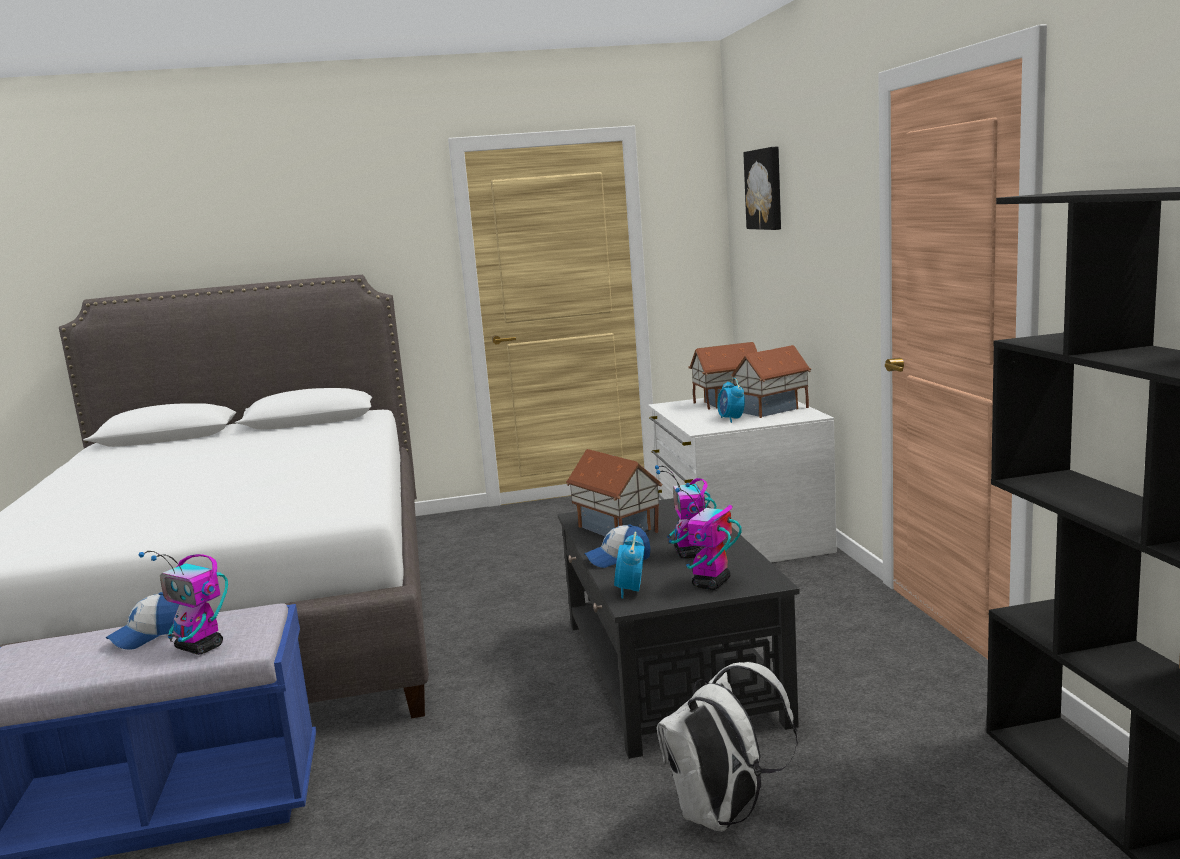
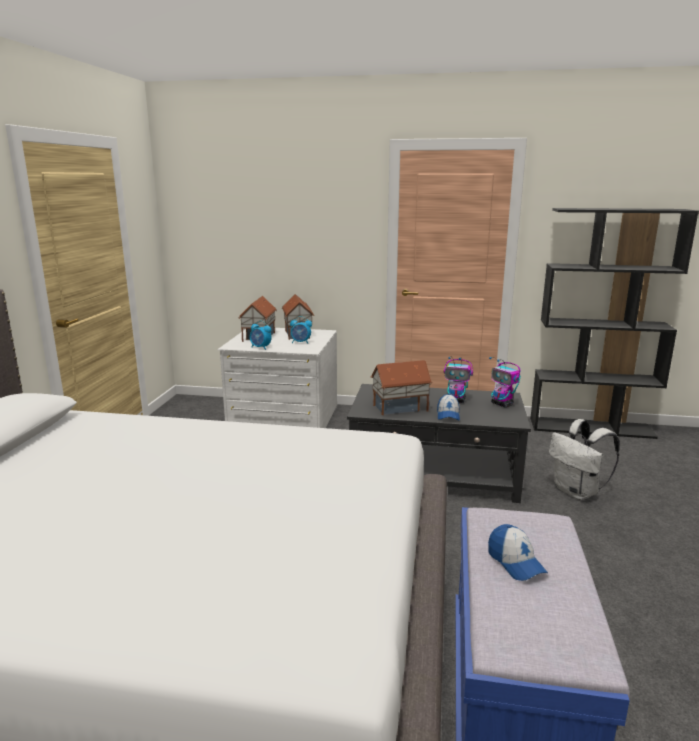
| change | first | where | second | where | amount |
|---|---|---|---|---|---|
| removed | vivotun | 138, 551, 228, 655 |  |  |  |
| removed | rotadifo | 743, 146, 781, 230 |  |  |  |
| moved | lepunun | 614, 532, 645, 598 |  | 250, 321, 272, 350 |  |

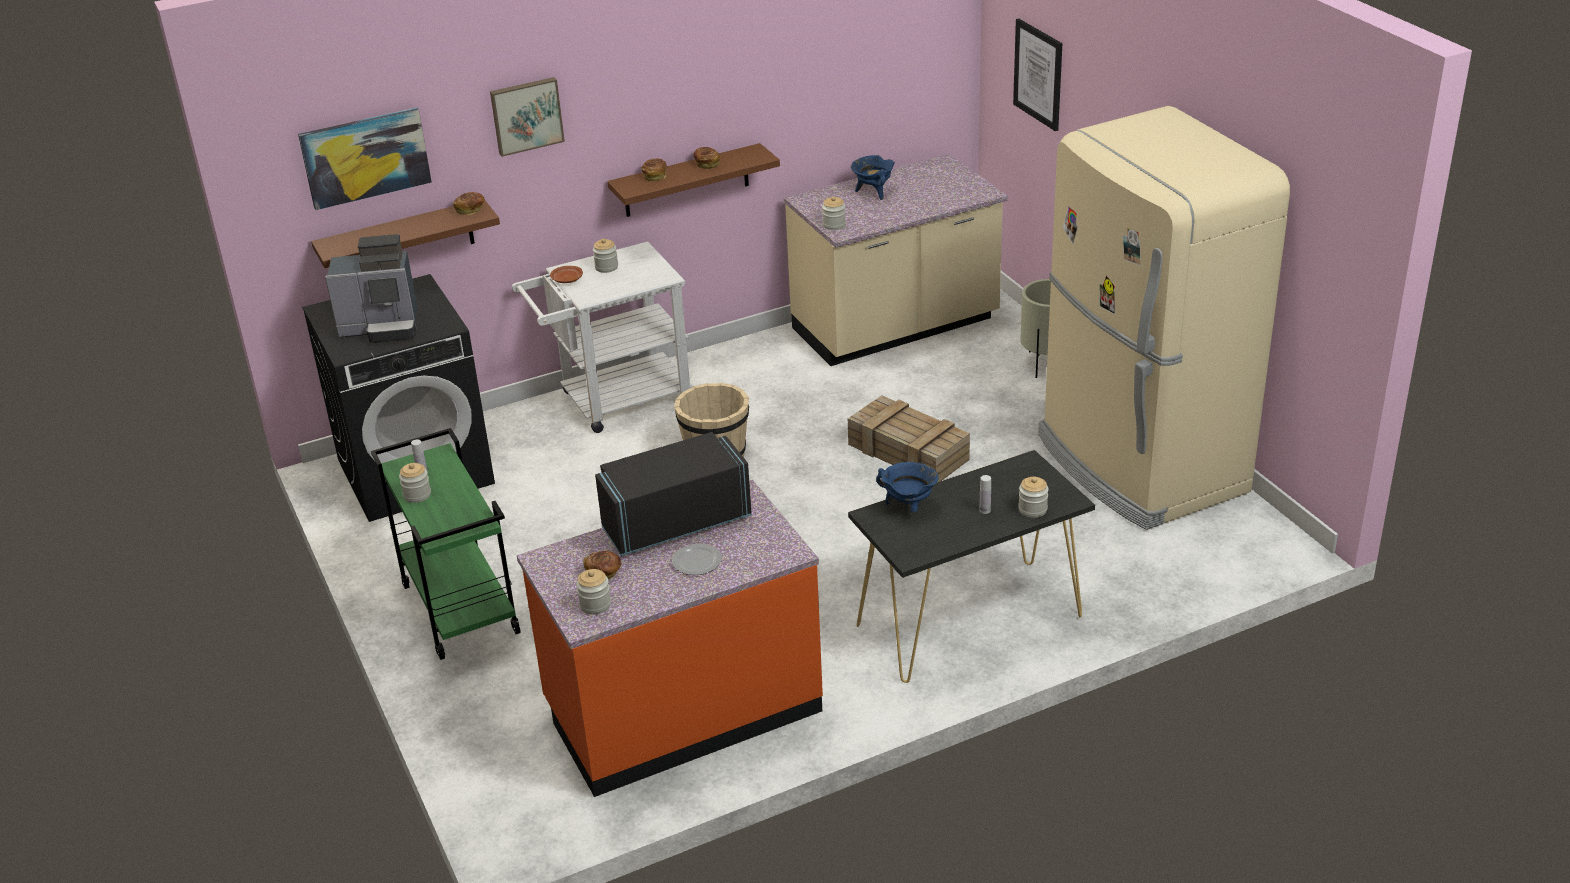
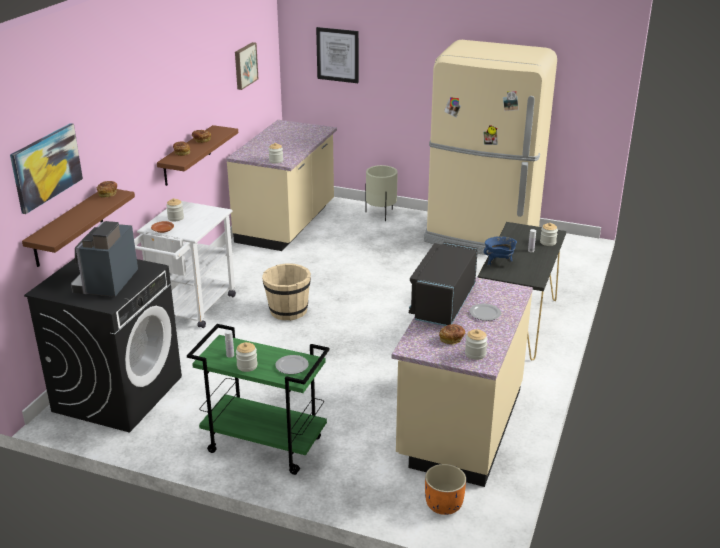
| change | first | where | second | where | amount |
|---|---|---|---|---|---|
| removed | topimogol | 848, 395, 970, 482 |  |  |  |
| removed | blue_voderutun | 851, 155, 895, 200 |  |  |  |
| added |  |  | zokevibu | 275, 355, 308, 374 |  |
| added |  |  | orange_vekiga | 425, 464, 466, 515 |  |
| moved | rotadifo | 490, 77, 565, 157 |  | 235, 42, 258, 90 |  |
| recoloured | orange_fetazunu | 517, 480, 823, 797 | beige_fetazunu | 392, 277, 533, 487 |  |
| turned | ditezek | 325, 234, 418, 343 |  | 71, 221, 138, 297 | 150 degrees clockwise |

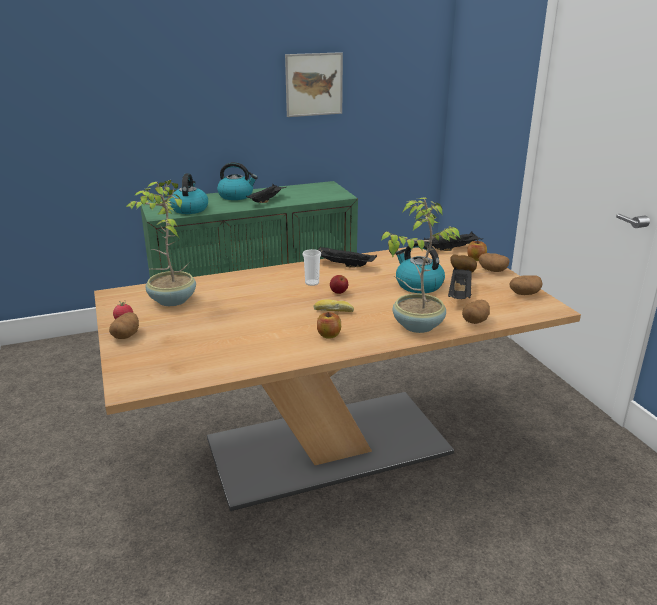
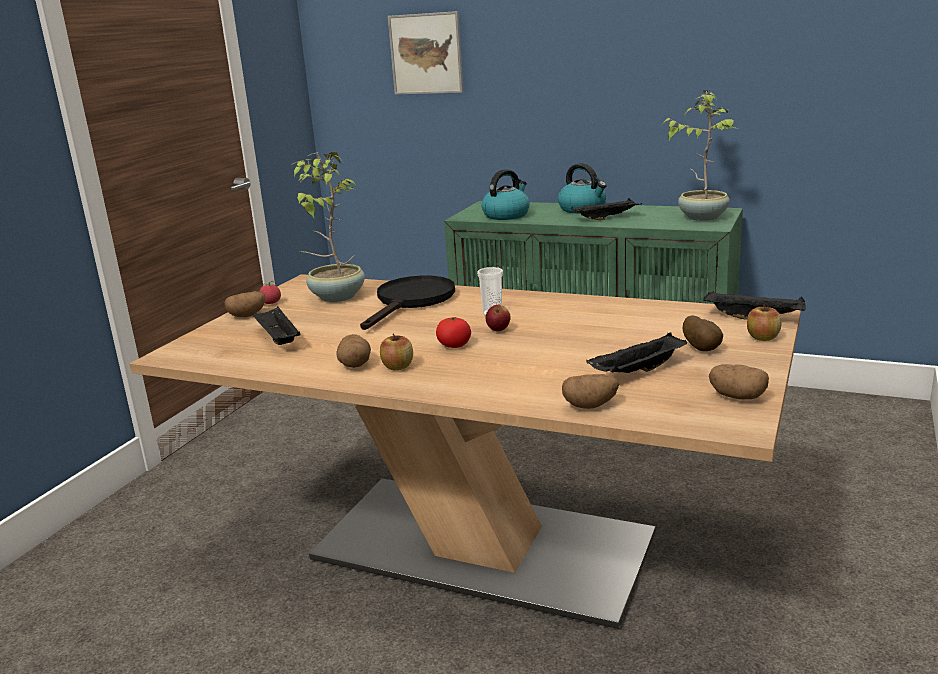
| change | first | where | second | where | amount |
|---|---|---|---|---|---|
| removed | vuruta | 395, 241, 445, 293 |  |  |  |
| added |  |  | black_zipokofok | 360, 275, 455, 330 |  |
| moved | rotadifo | 285, 52, 343, 117 |  | 388, 11, 463, 95 |  |
| moved | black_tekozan | 318, 247, 377, 268 |  | 252, 307, 301, 345 |  |
| moved | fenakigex | 381, 198, 461, 333 |  | 662, 90, 738, 221 |  |
| moved | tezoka | 479, 253, 510, 272 |  | 336, 334, 371, 368 |  |
| replaced | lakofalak | 314, 299, 354, 312 | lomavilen | 436, 317, 471, 348 |  |

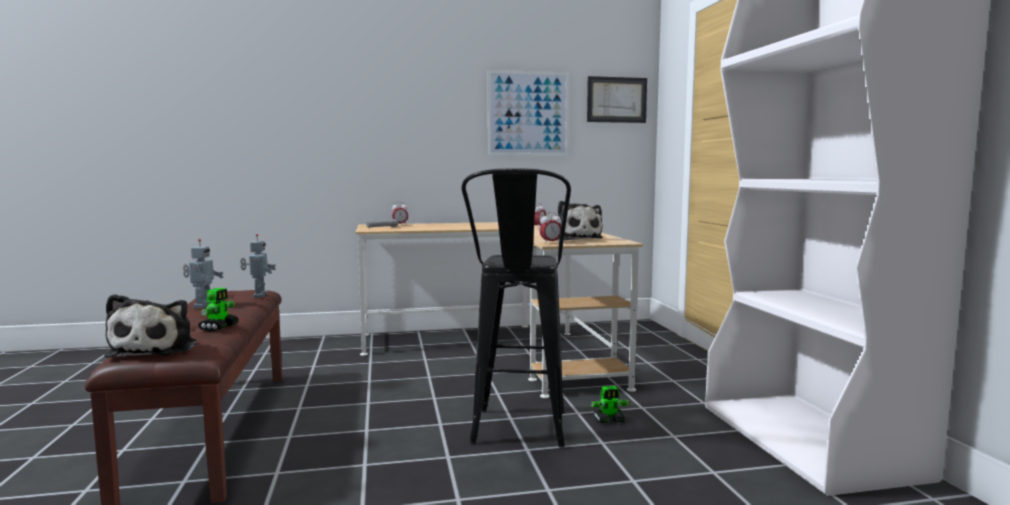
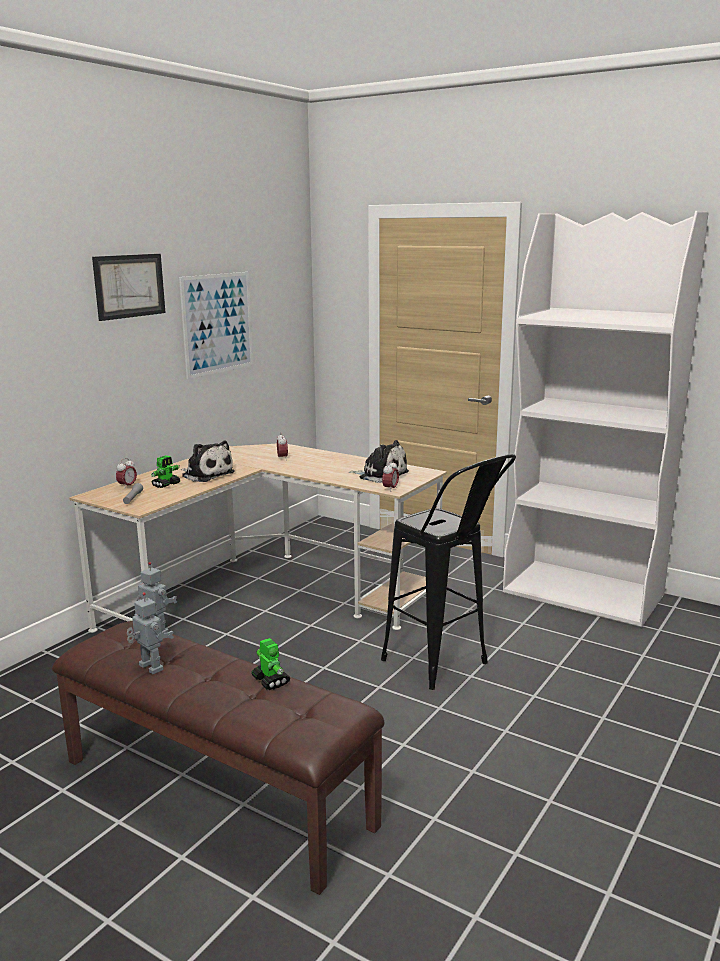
| change | first | where | second | where | amount |
|---|---|---|---|---|---|
| moved | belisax | 104, 294, 196, 358 |  | 181, 440, 235, 482 |  |
| moved | rotadifo | 587, 76, 647, 123 |  | 92, 254, 166, 321 |  |
| moved | vivotun | 589, 386, 630, 423 |  | 151, 455, 180, 488 |  |

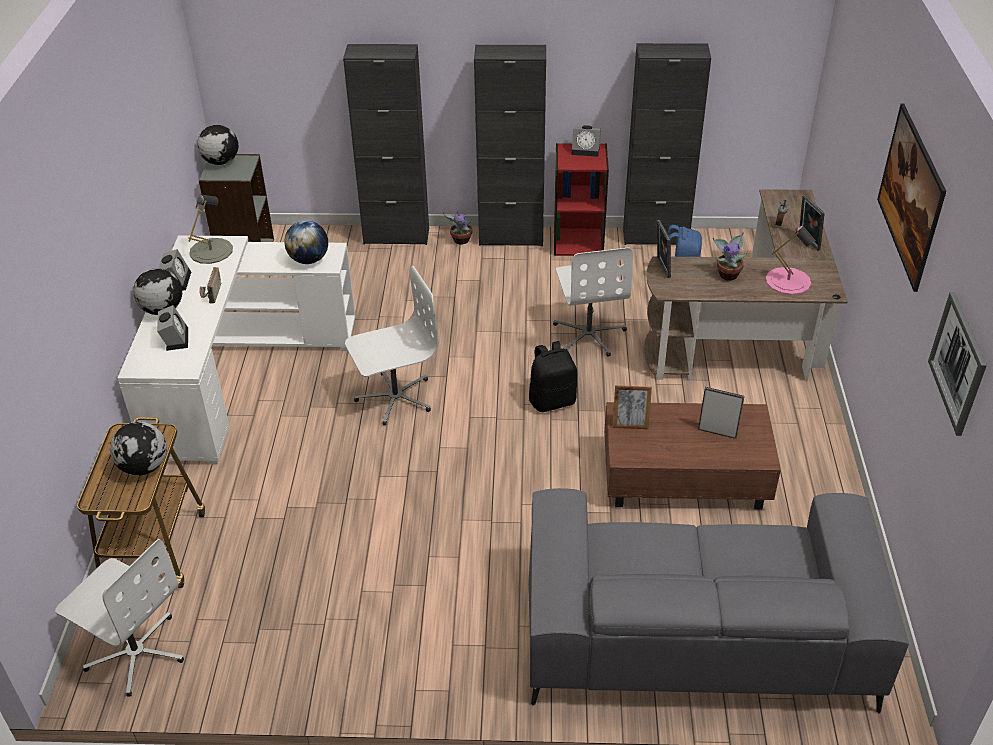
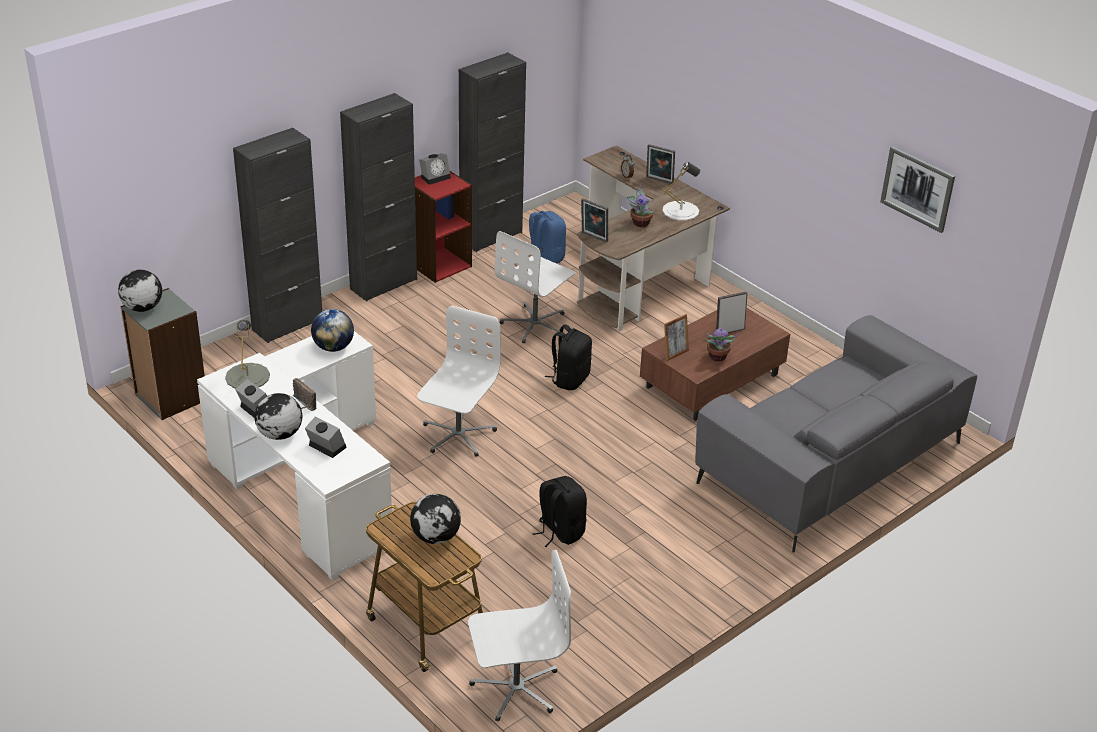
| change | first | where | second | where | amount |
|---|---|---|---|---|---|
| removed | rotadifo | 877, 104, 946, 292 |  |  |  |
| added |  |  | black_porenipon | 532, 476, 587, 547 |  |
| moved | fenakigex | 443, 211, 472, 245 |  | 705, 326, 738, 362 |  |
| recoloured | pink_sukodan | 766, 226, 815, 295 | white_sukodan | 662, 162, 700, 220 |  |
| turned | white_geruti | 553, 247, 633, 357 |  | 495, 231, 575, 343 | 90 degrees clockwise |

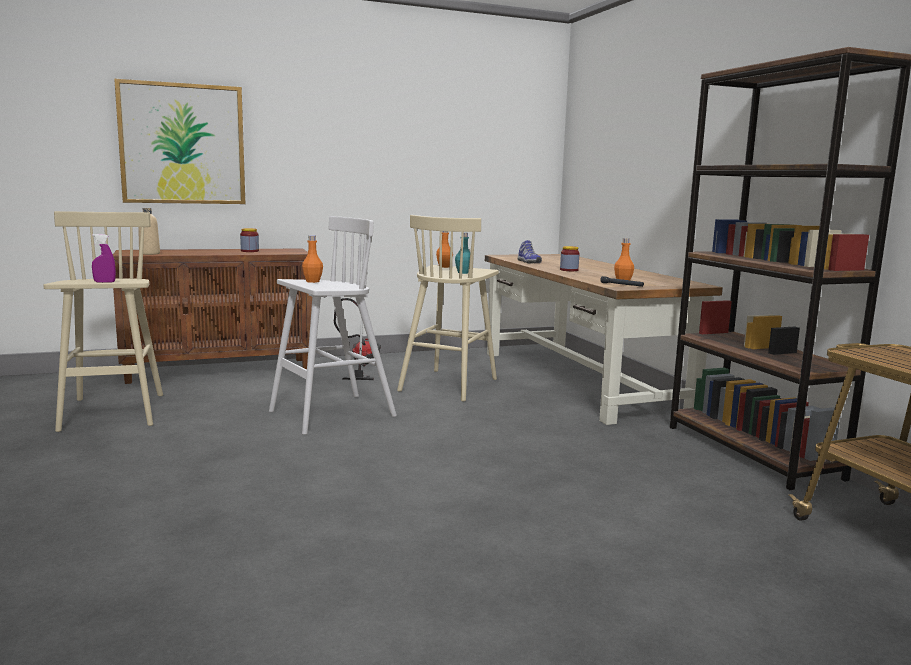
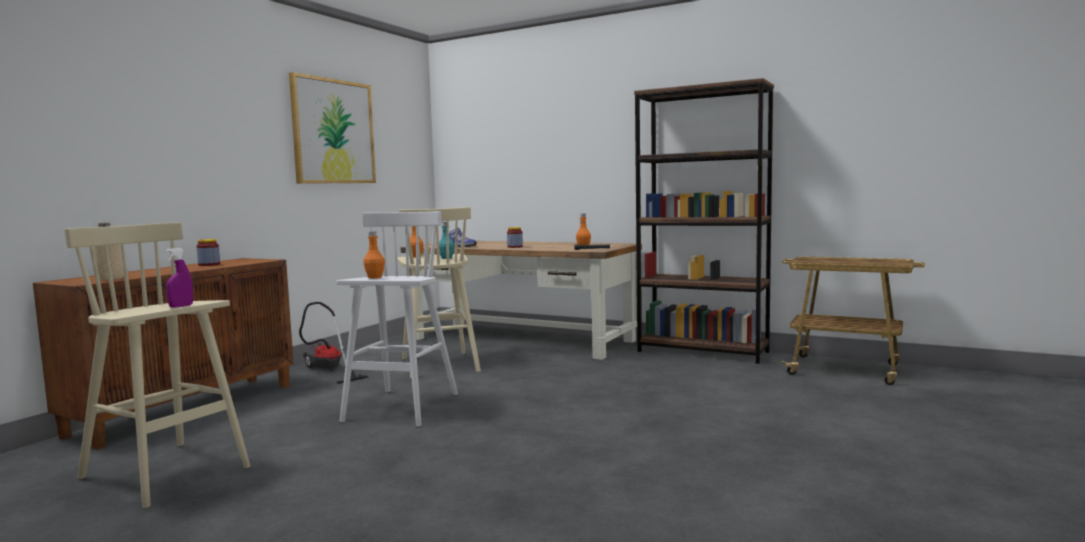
| change | first | where | second | where | amount |
|---|---|---|---|---|---|
| moved | rotadifo | 114, 79, 245, 204 |  | 289, 72, 376, 184 |  |

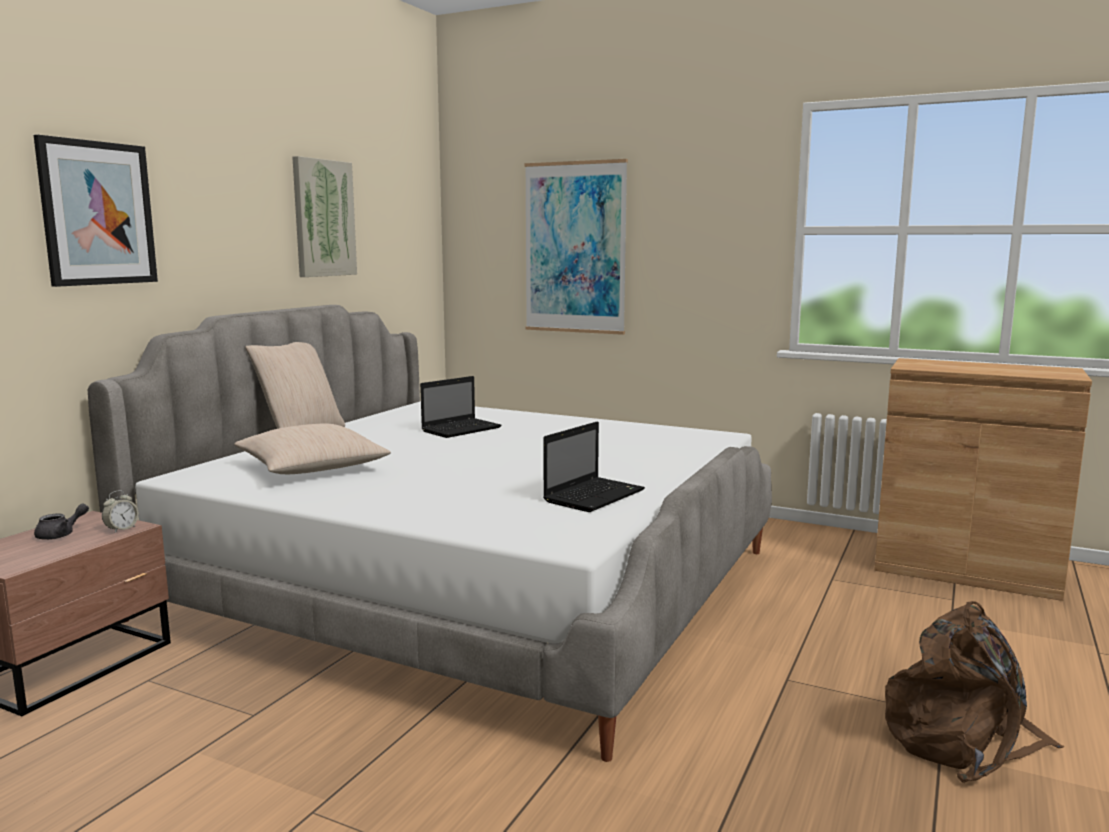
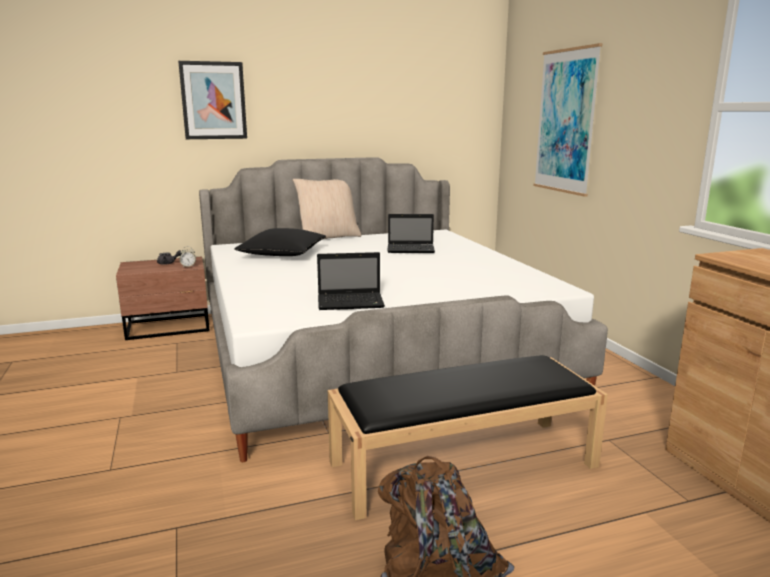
| change | first | where | second | where | amount |
|---|---|---|---|---|---|
| removed | rotadifo | 292, 156, 357, 277 |  |  |  |
| added |  |  | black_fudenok | 328, 355, 608, 520 |  |
| recoloured | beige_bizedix | 234, 423, 391, 474 | black_bizedix | 235, 228, 326, 256 |  |

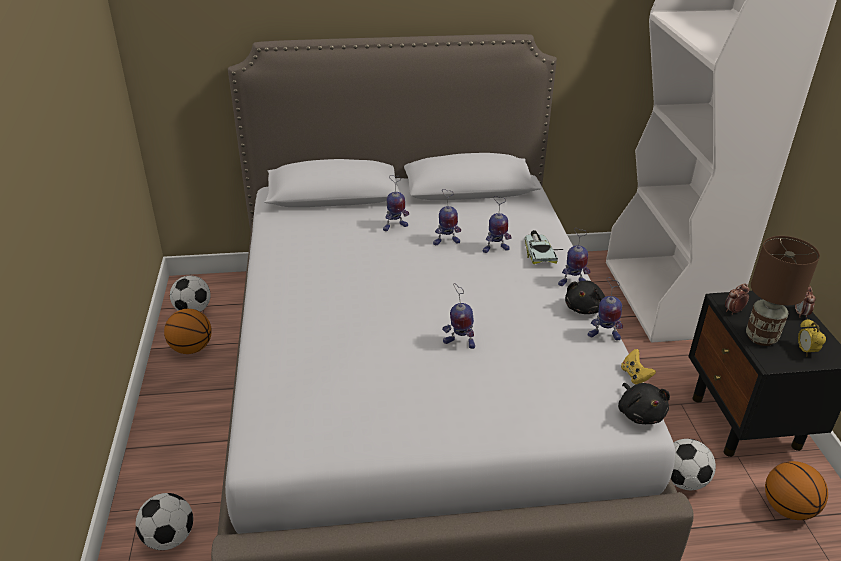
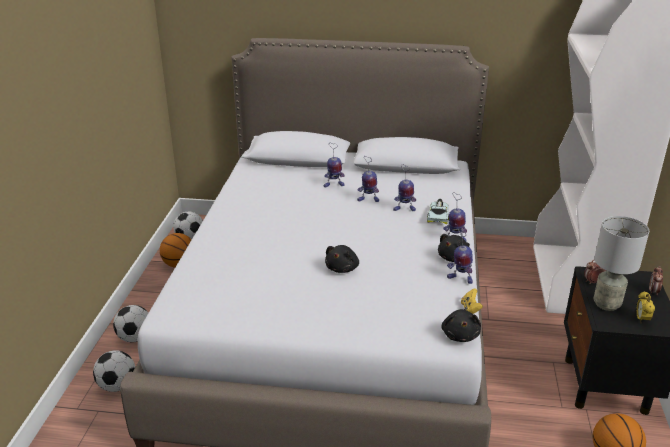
| change | first | where | second | where | amount |
|---|---|---|---|---|---|
| moved | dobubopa | 671, 439, 716, 490 |  | 113, 305, 148, 342 |  |
| replaced | vivotun | 442, 283, 475, 349 | black_belisax | 325, 245, 359, 273 |  |
| recoloured | brown_sukodan | 746, 236, 820, 346 | grey_sukodan | 594, 216, 649, 311 |  |

